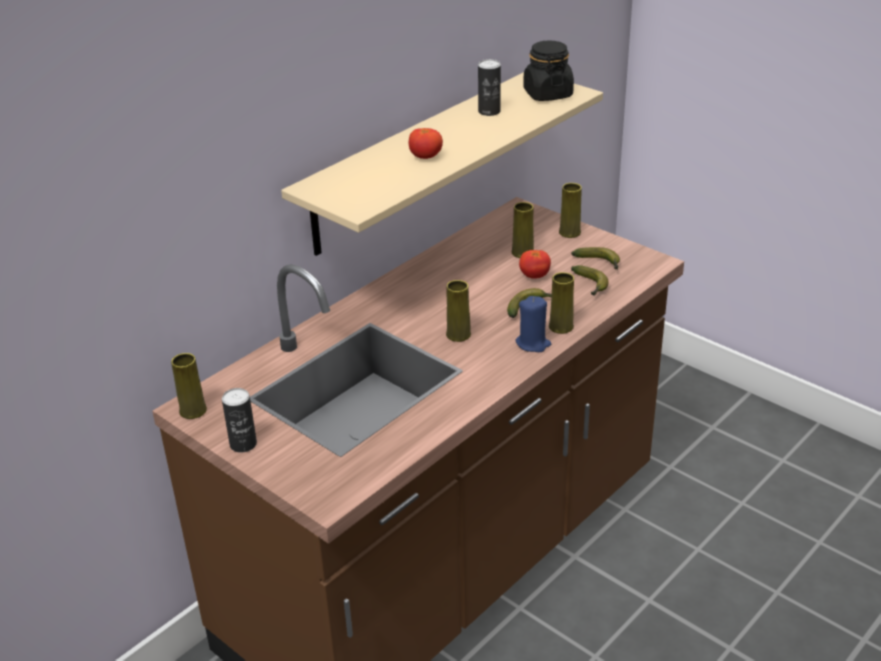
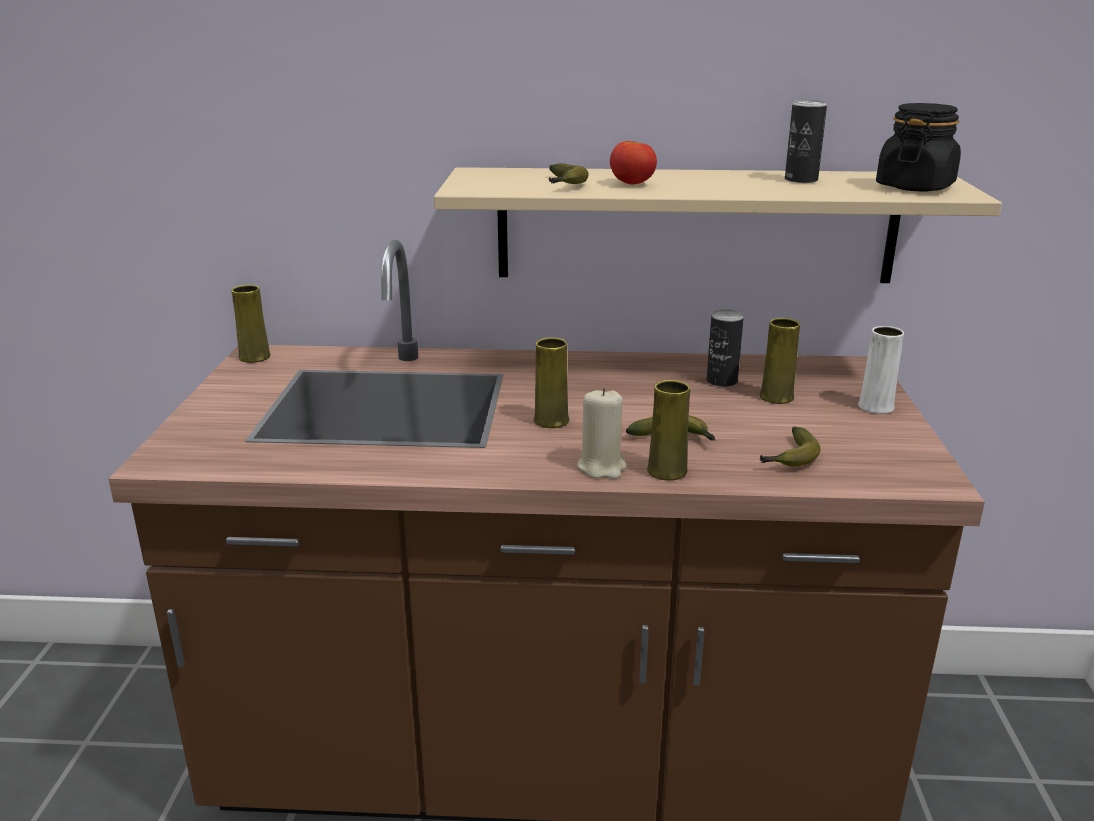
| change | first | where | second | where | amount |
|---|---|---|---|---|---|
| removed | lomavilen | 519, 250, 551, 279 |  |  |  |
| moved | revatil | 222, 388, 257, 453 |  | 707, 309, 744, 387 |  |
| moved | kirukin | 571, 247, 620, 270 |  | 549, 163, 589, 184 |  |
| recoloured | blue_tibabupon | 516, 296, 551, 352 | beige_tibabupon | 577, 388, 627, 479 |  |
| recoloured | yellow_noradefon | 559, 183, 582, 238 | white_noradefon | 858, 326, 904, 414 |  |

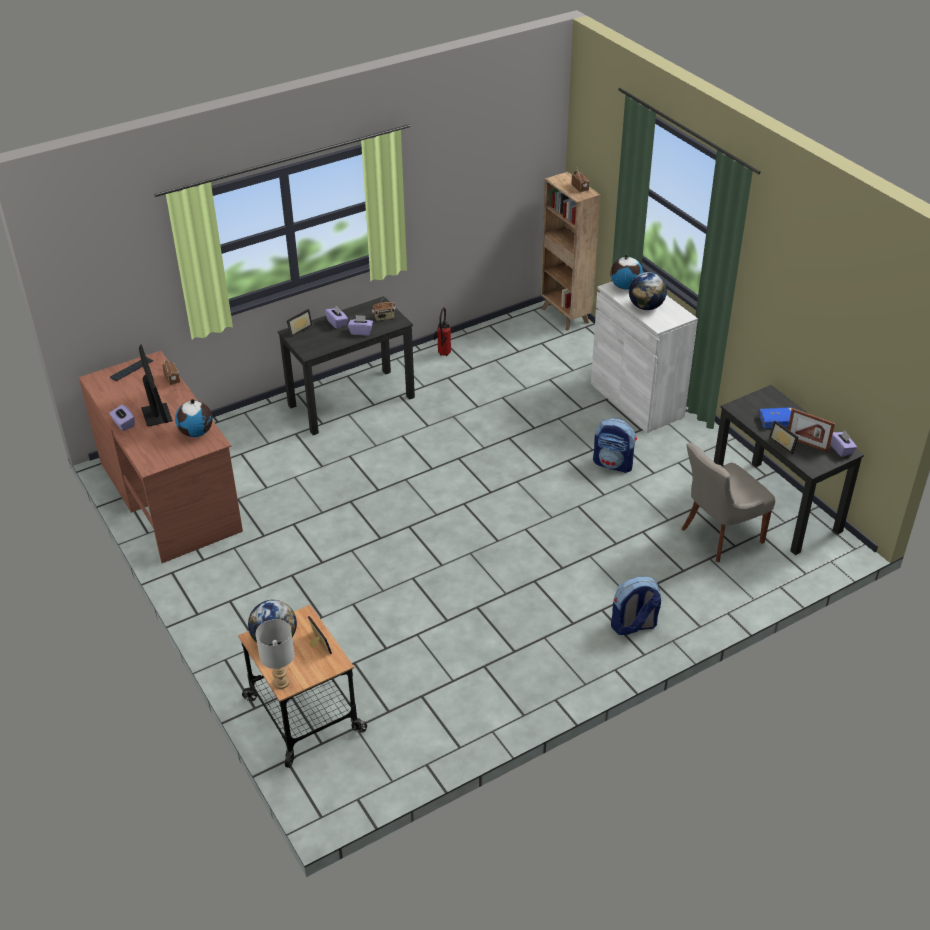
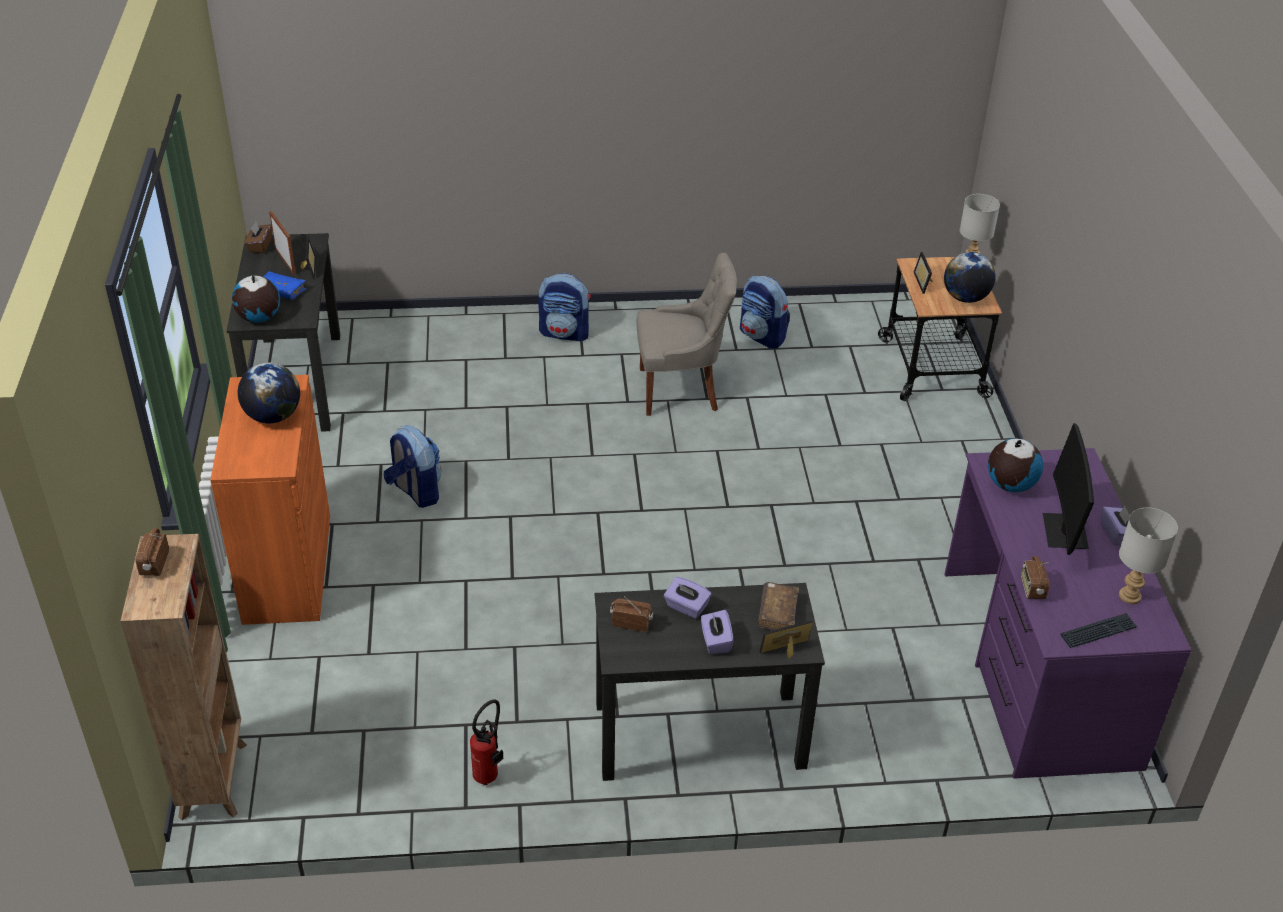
| change | first | where | second | where | amount |
|---|---|---|---|---|---|
| added |  |  | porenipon | 740, 276, 790, 349 |  |
| added |  |  | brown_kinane | 758, 582, 799, 630 |  |
| added |  |  | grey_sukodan | 1119, 508, 1178, 604 |  |
| moved | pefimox | 610, 255, 643, 290 |  | 232, 274, 280, 323 |  |
| moved | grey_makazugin | 682, 443, 775, 562 |  | 637, 253, 737, 416 |  |
| recoloured | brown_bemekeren | 79, 351, 243, 563 | purple_bemekeren | 944, 448, 1191, 779 |  |
| recoloured | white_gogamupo | 591, 281, 698, 433 | orange_gogamupo | 210, 375, 330, 625 |  |
| recoloured | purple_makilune | 830, 430, 857, 457 | brown_makilune | 245, 222, 272, 253 |  |

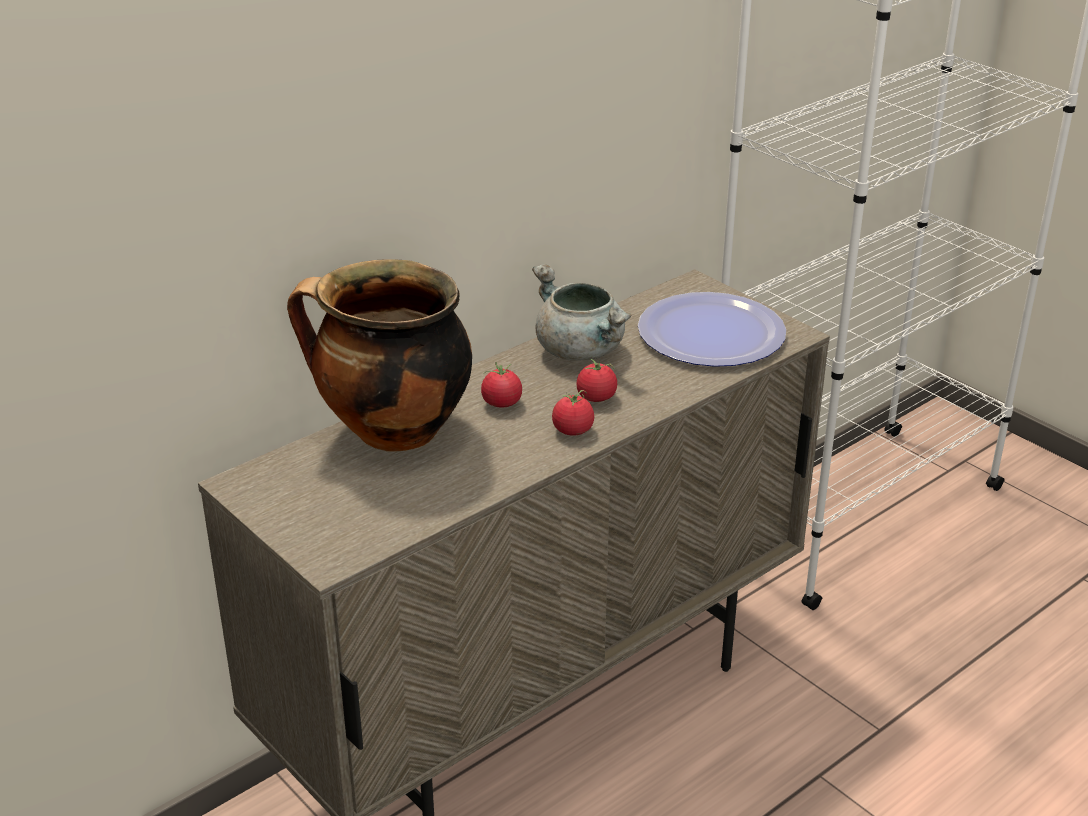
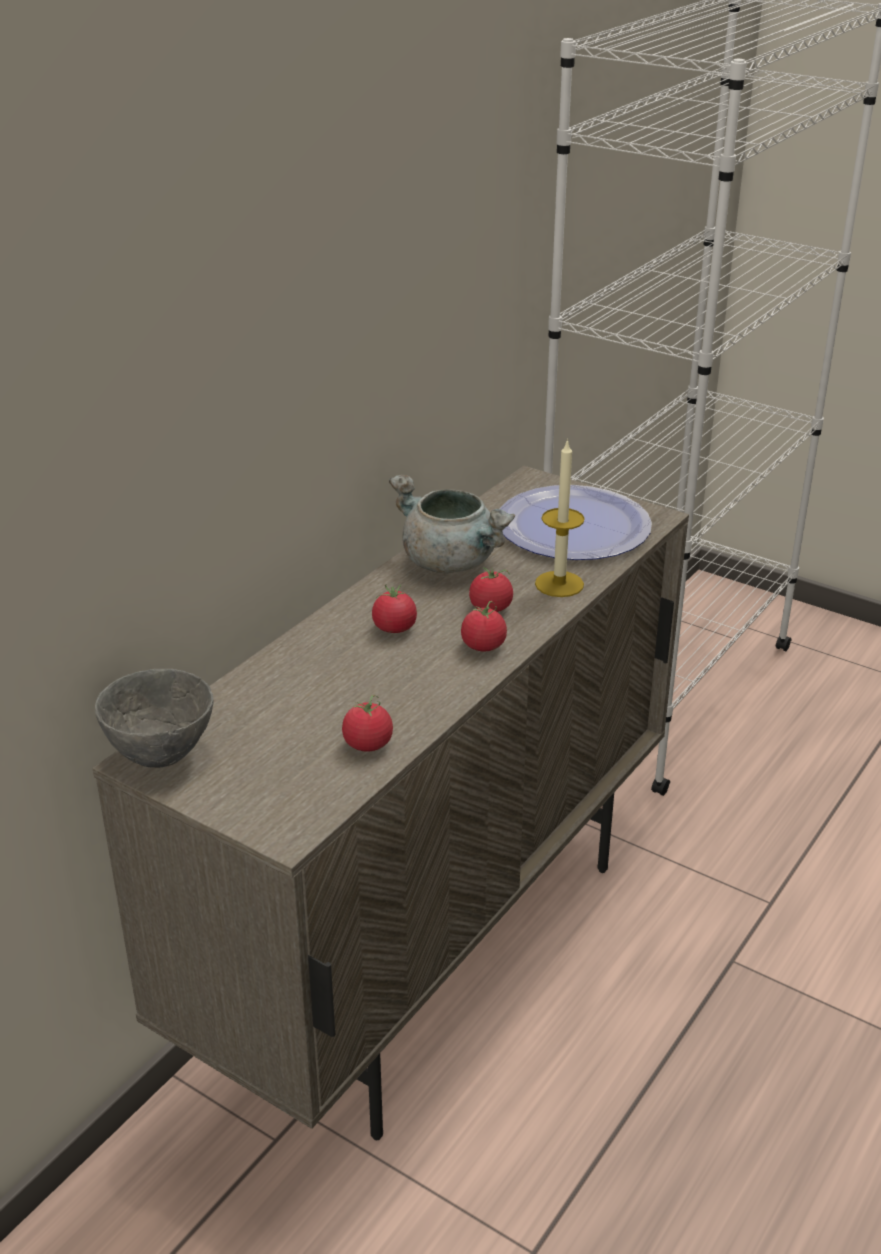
| change | first | where | second | where | amount |
|---|---|---|---|---|---|
| removed | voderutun | 287, 259, 472, 451 |  |  |  |
| added |  |  | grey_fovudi | 95, 669, 214, 768 |  |
| added |  |  | lomavilen | 342, 695, 393, 752 |  |
| added |  |  | tibabupon | 535, 439, 585, 597 |  |

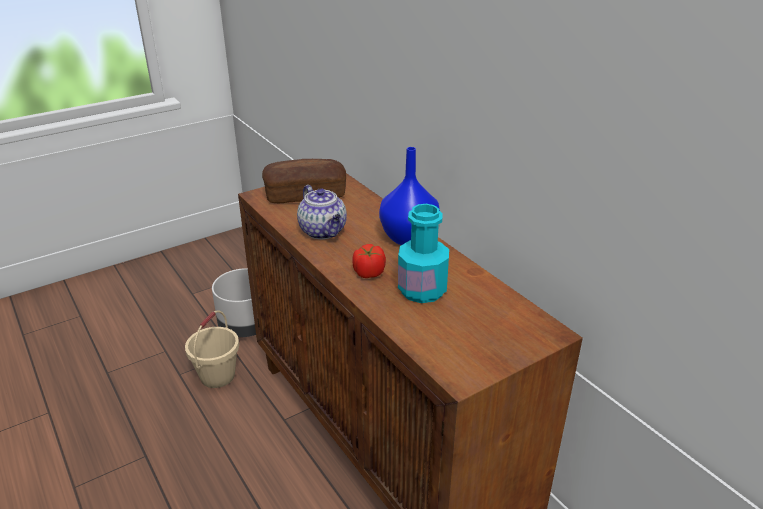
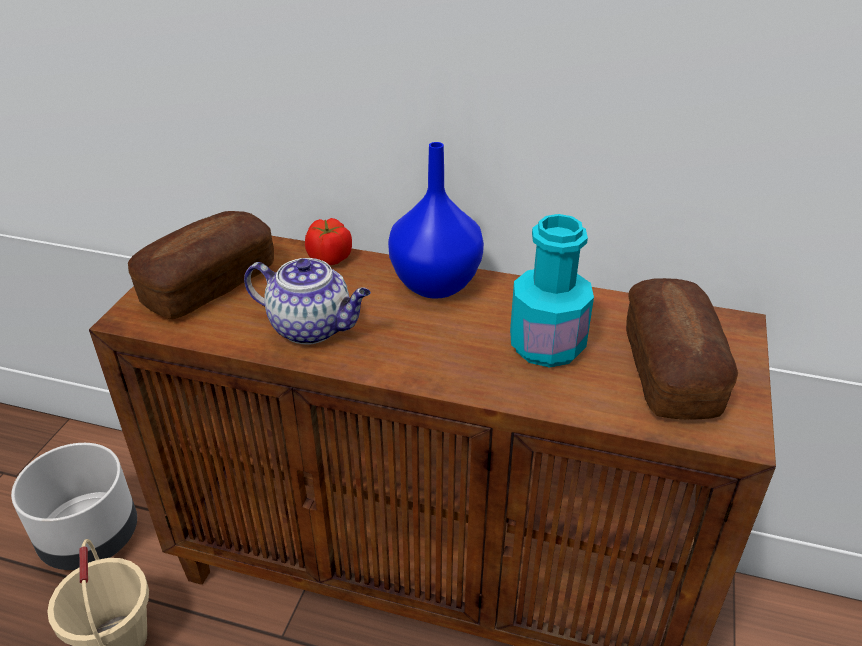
| change | first | where | second | where | amount |
|---|---|---|---|---|---|
| added |  |  | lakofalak | 626, 278, 738, 420 |  |
| moved | lomavilen | 353, 244, 386, 278 |  | 305, 218, 352, 265 |  |

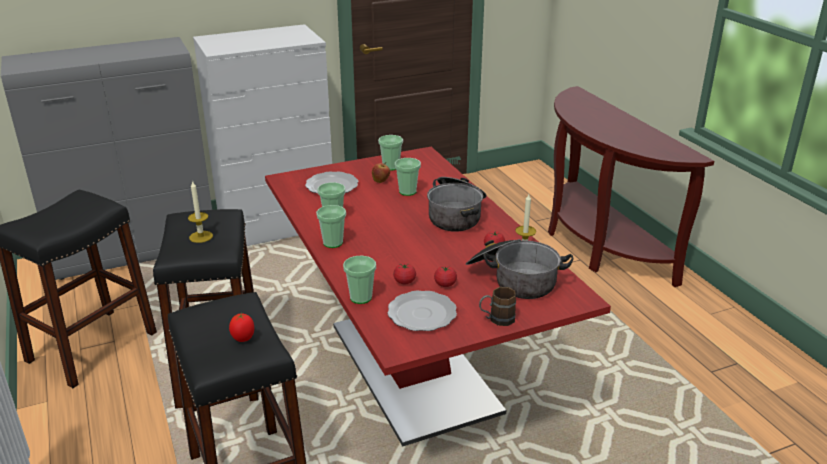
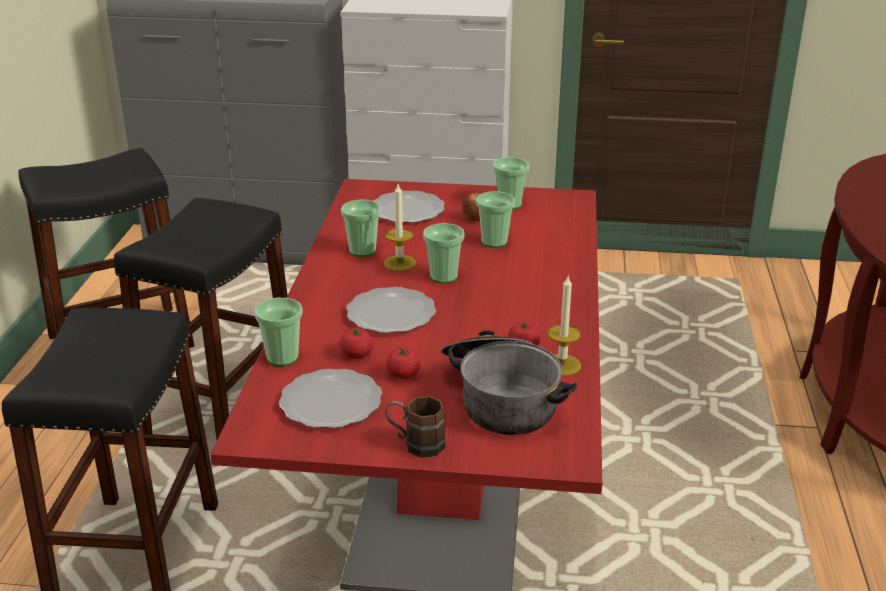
| change | first | where | second | where | amount |
|---|---|---|---|---|---|
| removed | lomavilen | 229, 313, 254, 342 |  |  |  |
| removed | voderutun | 427, 177, 487, 232 |  |  |  |
| added |  |  | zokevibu | 346, 287, 436, 333 |  |
| moved | tibabupon | 188, 180, 213, 243 |  | 384, 184, 416, 271 |  |
| moved | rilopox | 316, 205, 346, 248 |  | 423, 223, 464, 283 |  |

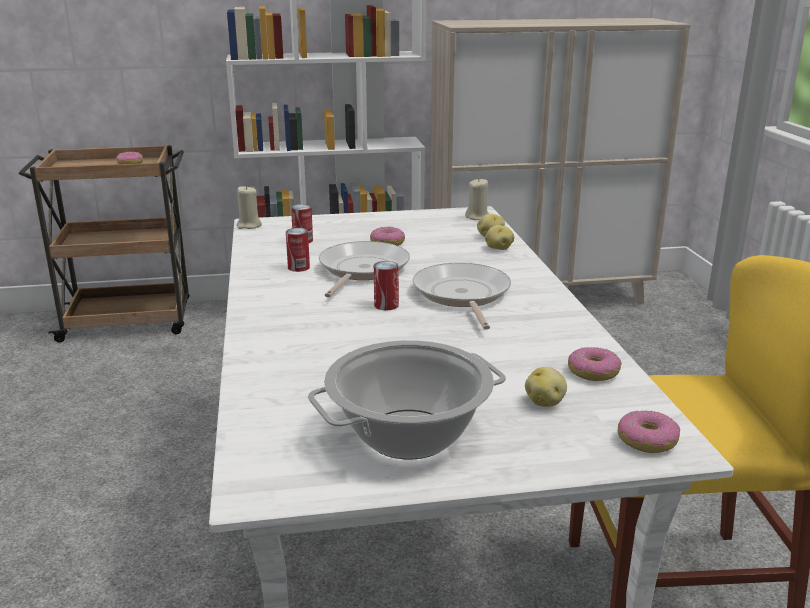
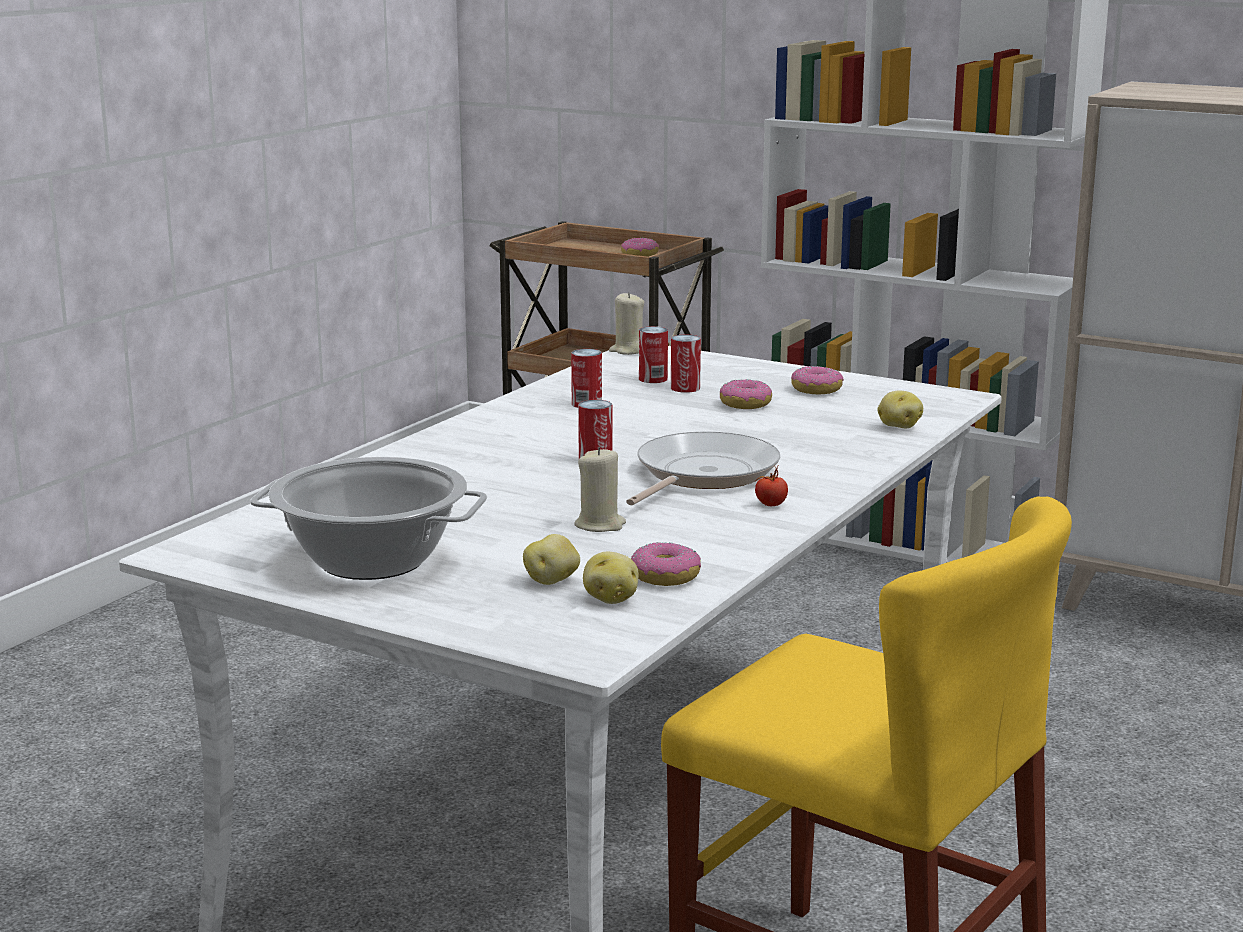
| change | first | where | second | where | amount |
|---|---|---|---|---|---|
| removed | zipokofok | 319, 241, 410, 297 |  |  |  |
| added |  |  | revatil | 671, 335, 701, 393 |  |
| added |  |  | lomavilen | 755, 465, 788, 506 |  |
| moved | beige_tibabupon | 465, 178, 489, 220 |  | 574, 447, 626, 532 |  |
| moved | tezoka | 485, 225, 514, 250 |  | 583, 552, 639, 604 |  |
| moved | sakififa | 618, 410, 680, 453 |  | 791, 366, 844, 394 |  |

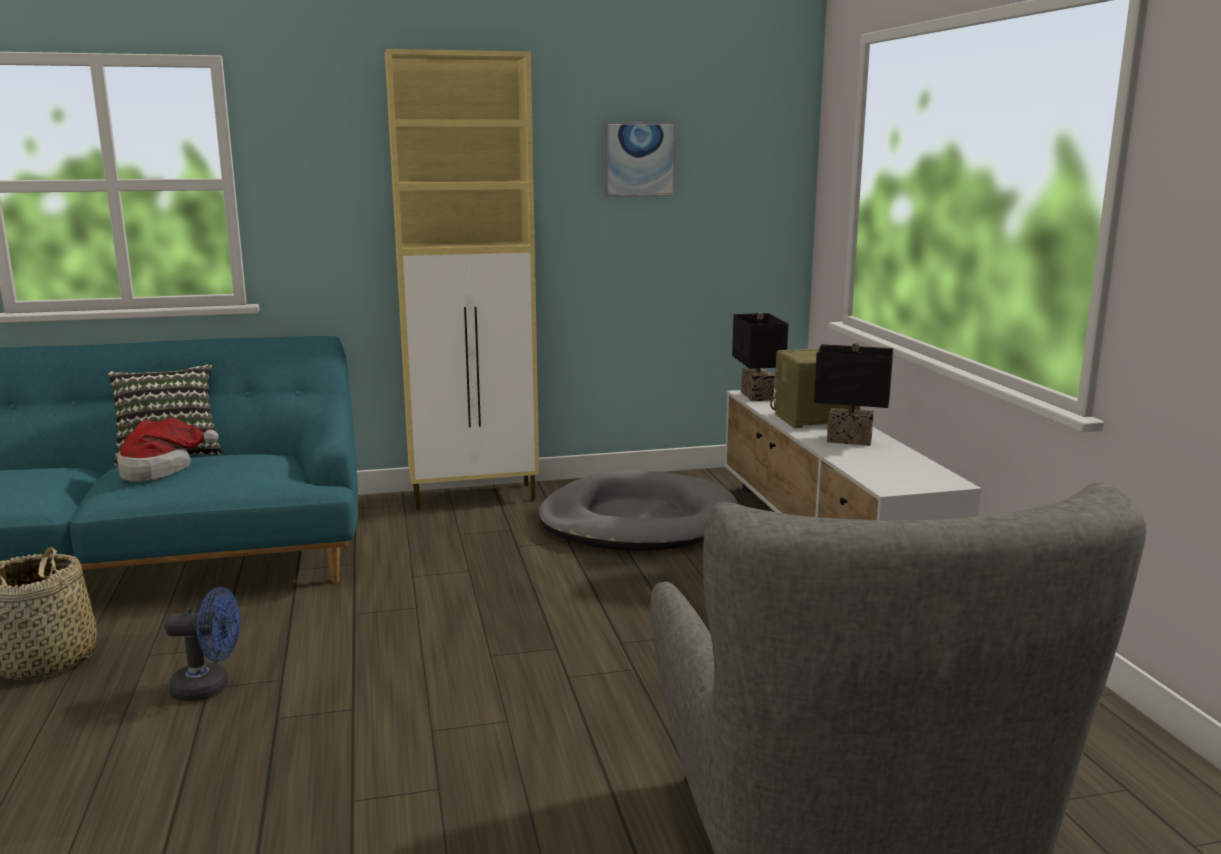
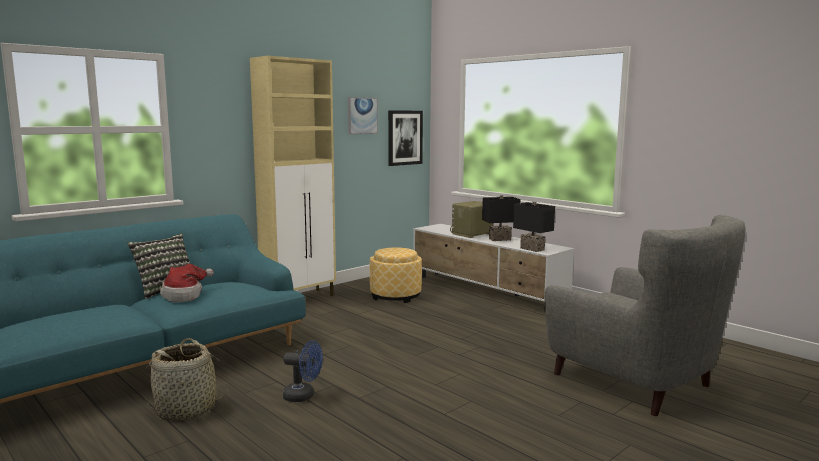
| change | first | where | second | where | amount |
|---|---|---|---|---|---|
| added |  |  | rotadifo | 388, 110, 423, 166 |  |
| moved | black_sukodan | 732, 312, 788, 401 |  | 513, 201, 555, 252 |  |
| replaced | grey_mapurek | 538, 471, 738, 551 | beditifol | 370, 247, 422, 303 |  |
| turned | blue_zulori | 165, 587, 241, 701 |  | 283, 341, 323, 402 | 45 degrees clockwise |

